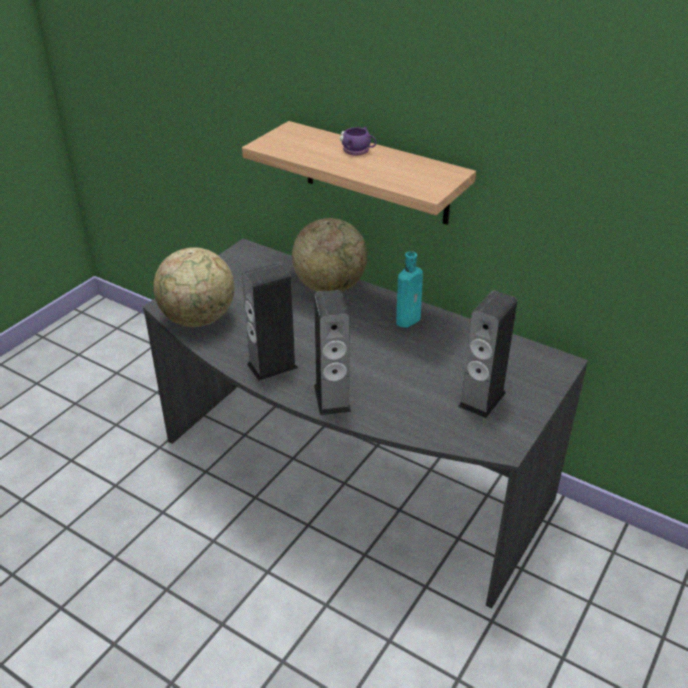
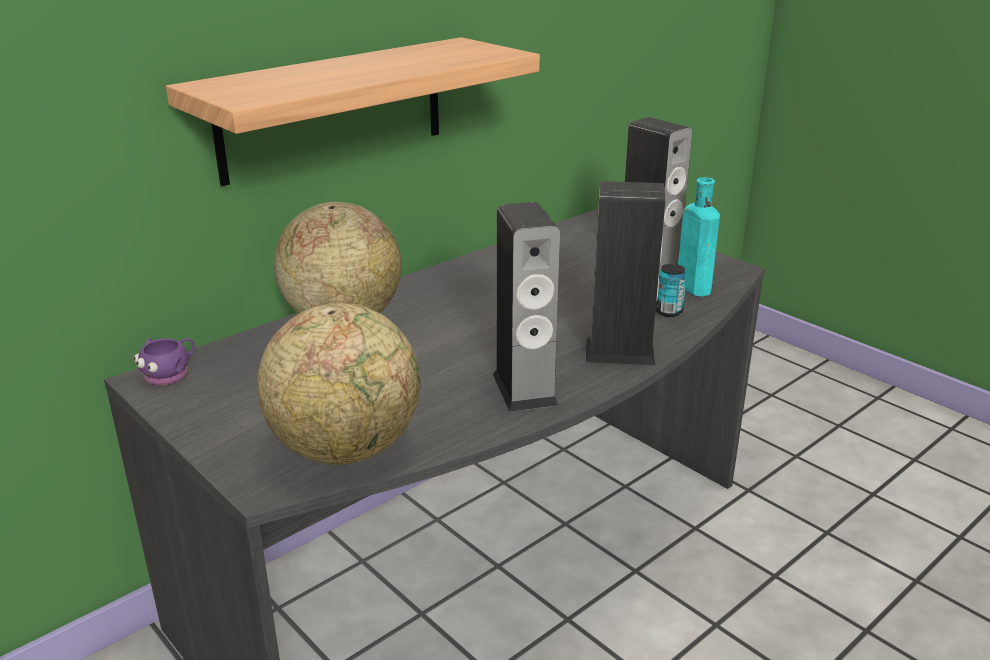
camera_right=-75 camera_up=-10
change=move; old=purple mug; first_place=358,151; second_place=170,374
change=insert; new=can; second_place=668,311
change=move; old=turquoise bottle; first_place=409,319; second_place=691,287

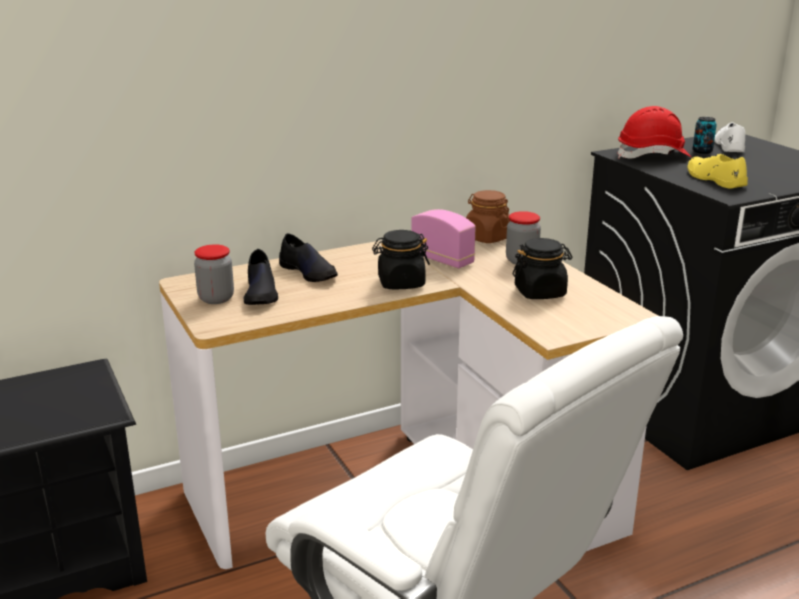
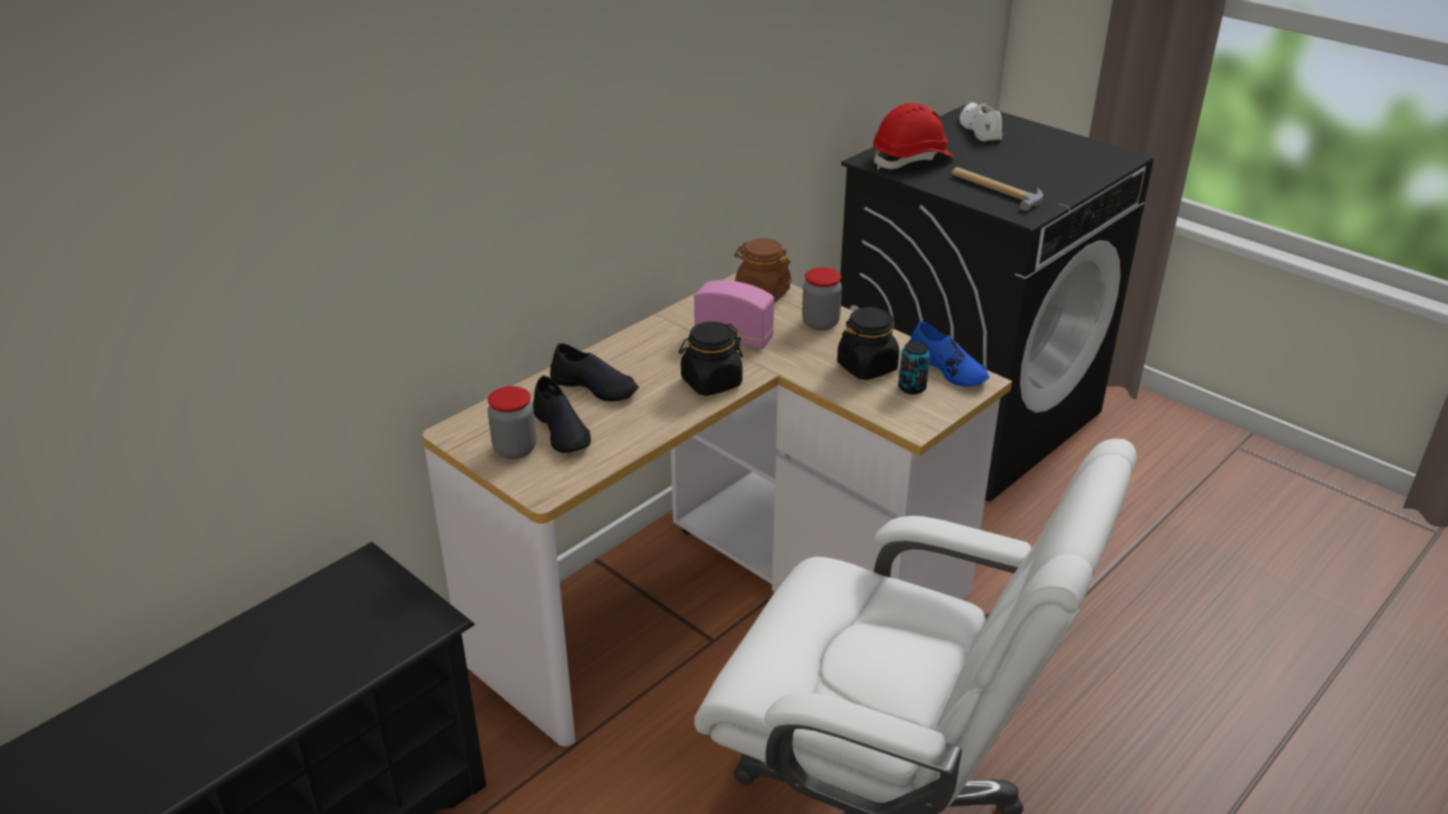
camera_right=-20 camera_up=10
change=move; old=can; first_place=702,151; second_place=912,388
change=insert; new=blue shoe; second_place=947,369
change=replace; old=yellow shoe; new=hammer; first_place=714,179; second_place=996,190

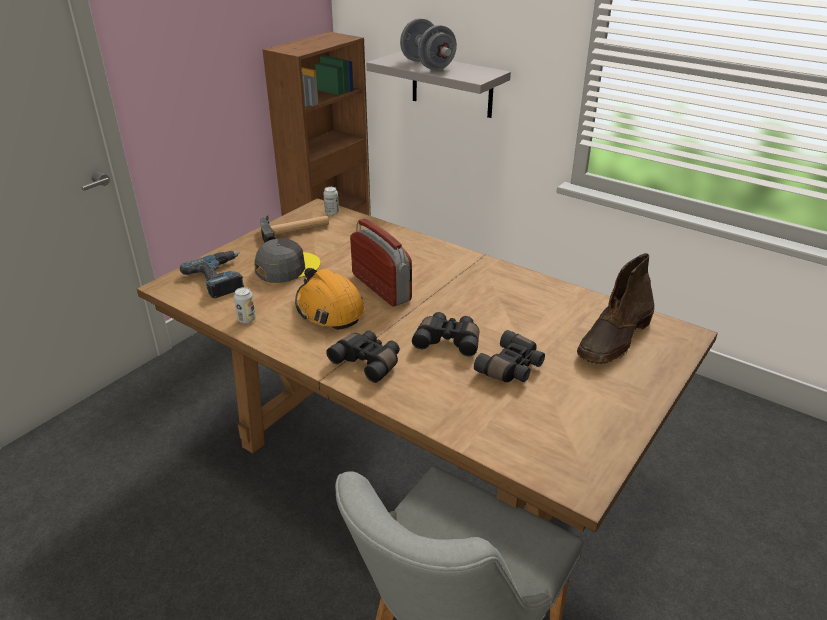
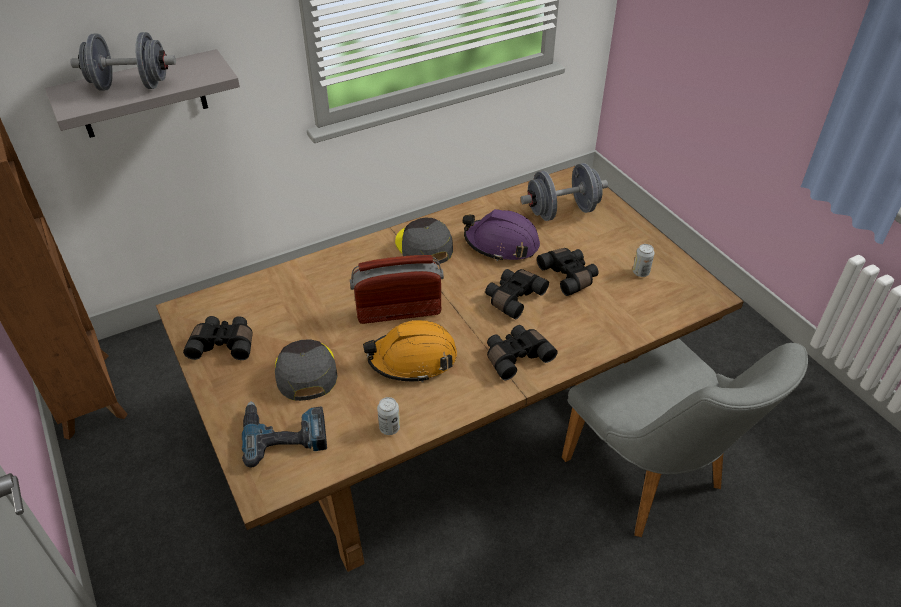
camera_right=-65 camera_up=10
change=replace; old=hammer; new=black binoculars; first_place=295,231; second_place=224,344
change=insert; new=grey cap; second_place=423,246
change=insert; new=purple hard hat; second_place=501,244
change=replace; old=brown boot; new=grey dumbbell; first_place=614,339; second_place=562,211
change=move; old=can; first_place=332,213; second_place=641,272

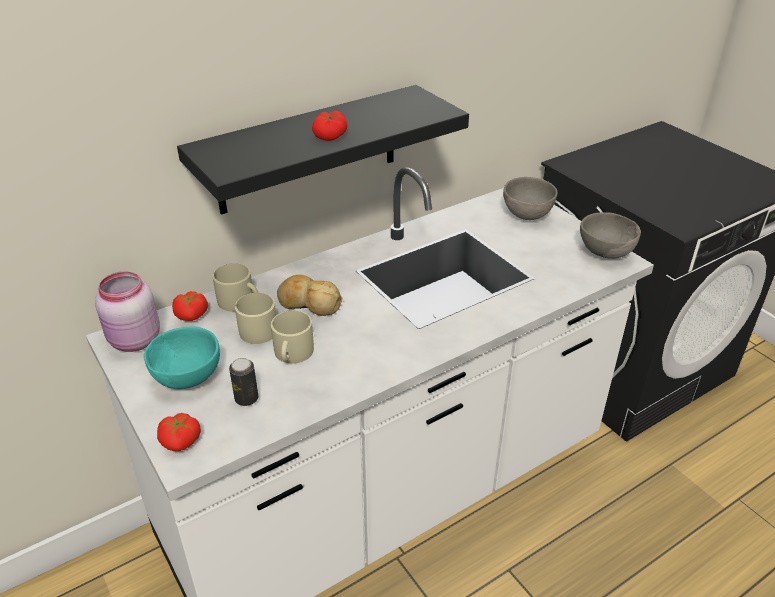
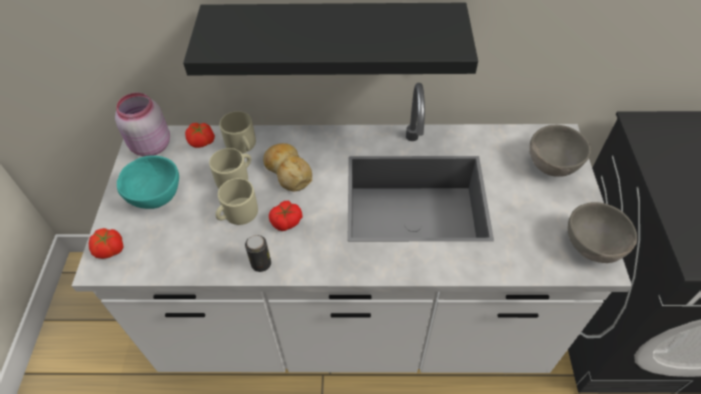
camera_right=35 camera_up=15
change=move; old=can; first_place=246,398; second_place=261,263
change=move; old=tomato; first_place=330,135; second_place=286,221

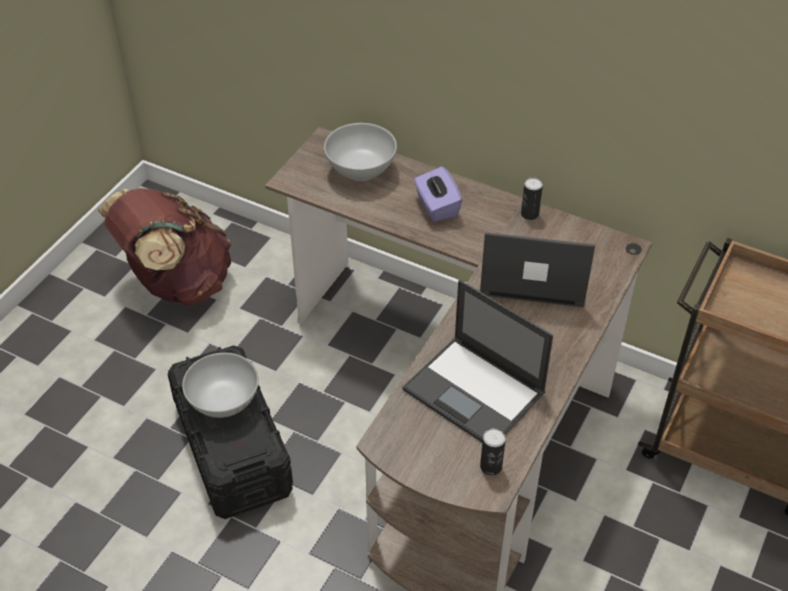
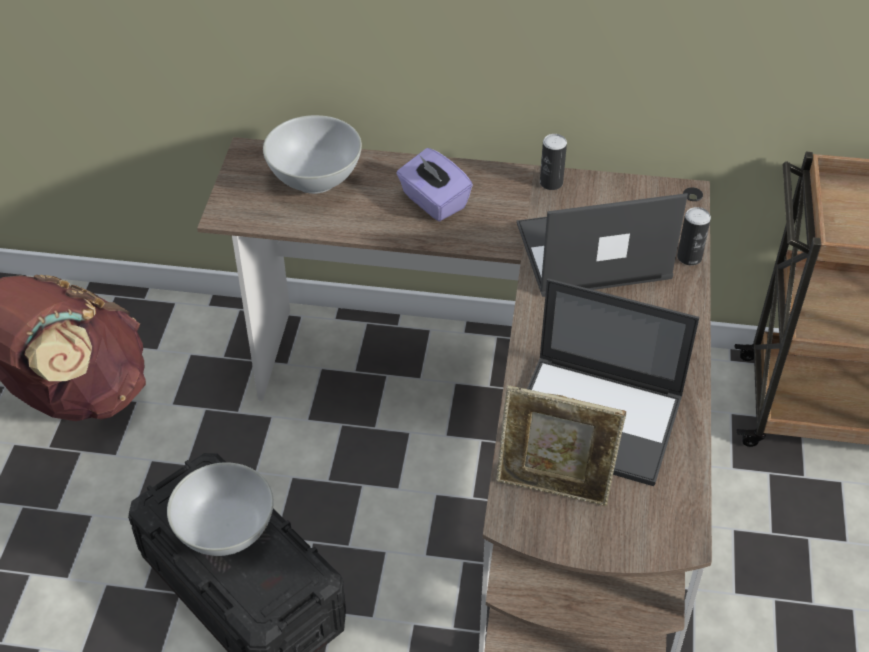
camera_right=-20 camera_up=0
change=insert; new=picture frame; second_place=553,488
change=move; old=can; first_place=491,466; second_place=689,257

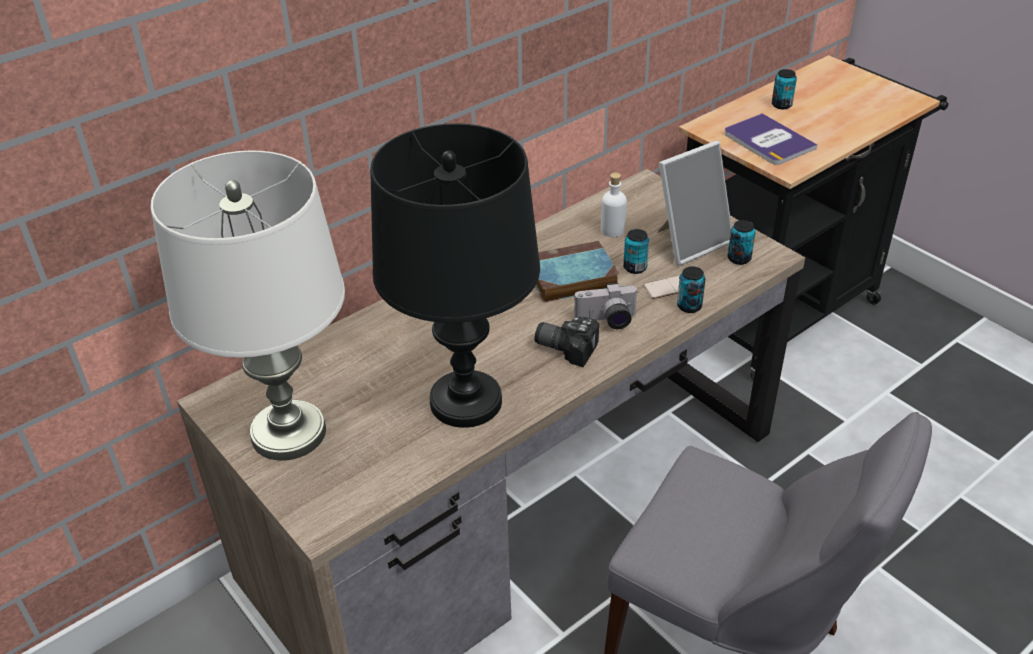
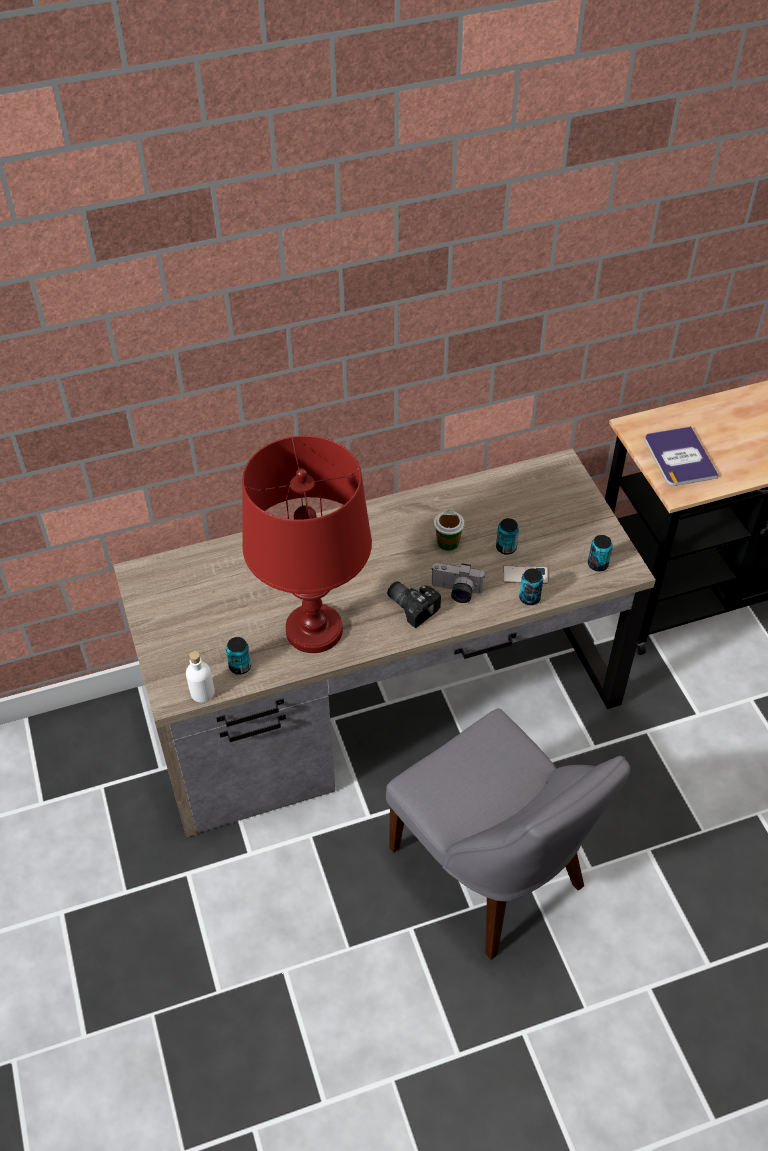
camera_right=20 camera_up=10
change=move; old=white bottle; first_place=612,230; second_place=202,692
change=move; old=can; first_place=781,105; second_place=240,666
change=recolor; old=black table lamp; new=red table lamp; first_place=466,401; second_place=314,630
change=replace; old=book; new=cup; first_place=569,278; second_place=448,542
change=delete; old=white table lamp; first_place=289,433
change=delete; old=picture frame; first_place=690,242

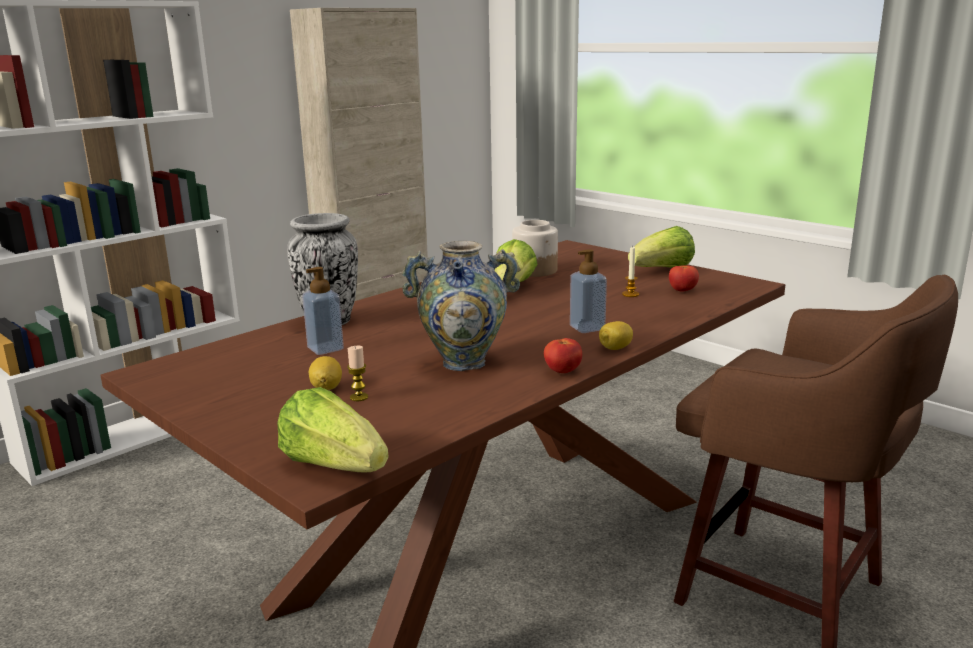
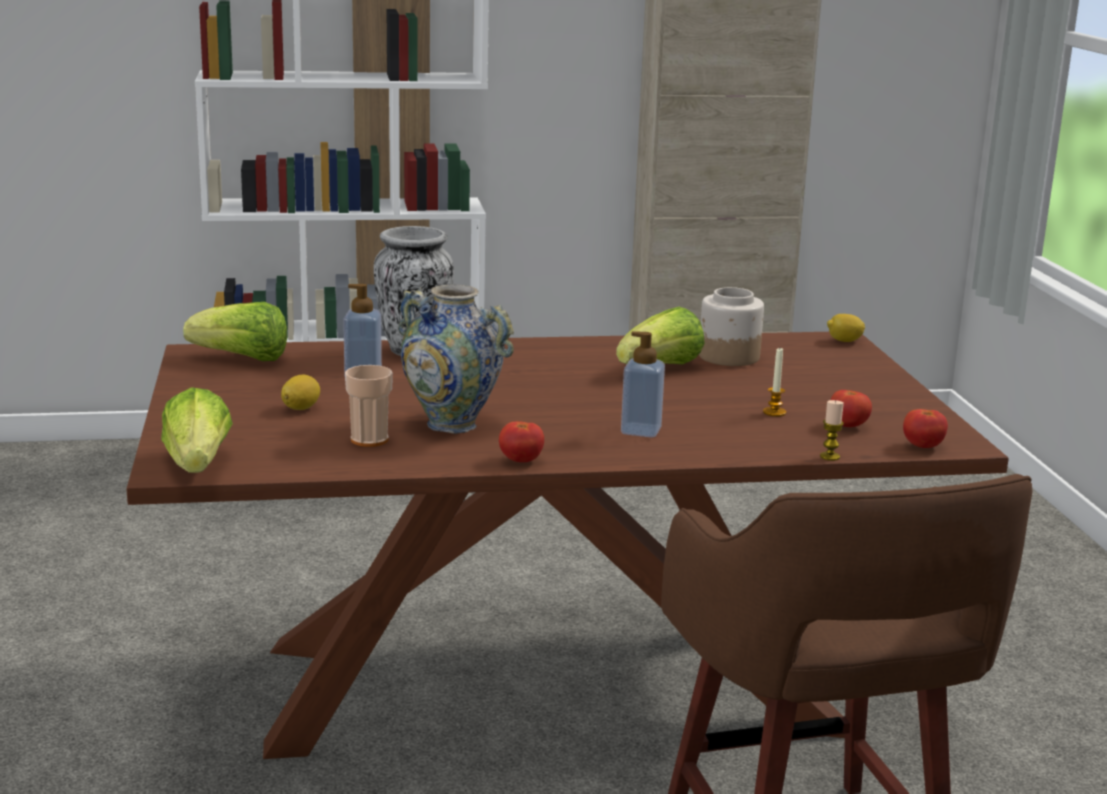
camera_right=35 camera_up=0
change=move; old=lettuce; first_place=662,270; second_place=242,359
change=insert; new=cup; second_place=369,440
change=move; old=candle; first_place=359,397; second_place=829,456
change=move; old=lemon; first_place=615,348; second_place=844,341
change=insert; new=tomato; second_place=922,446

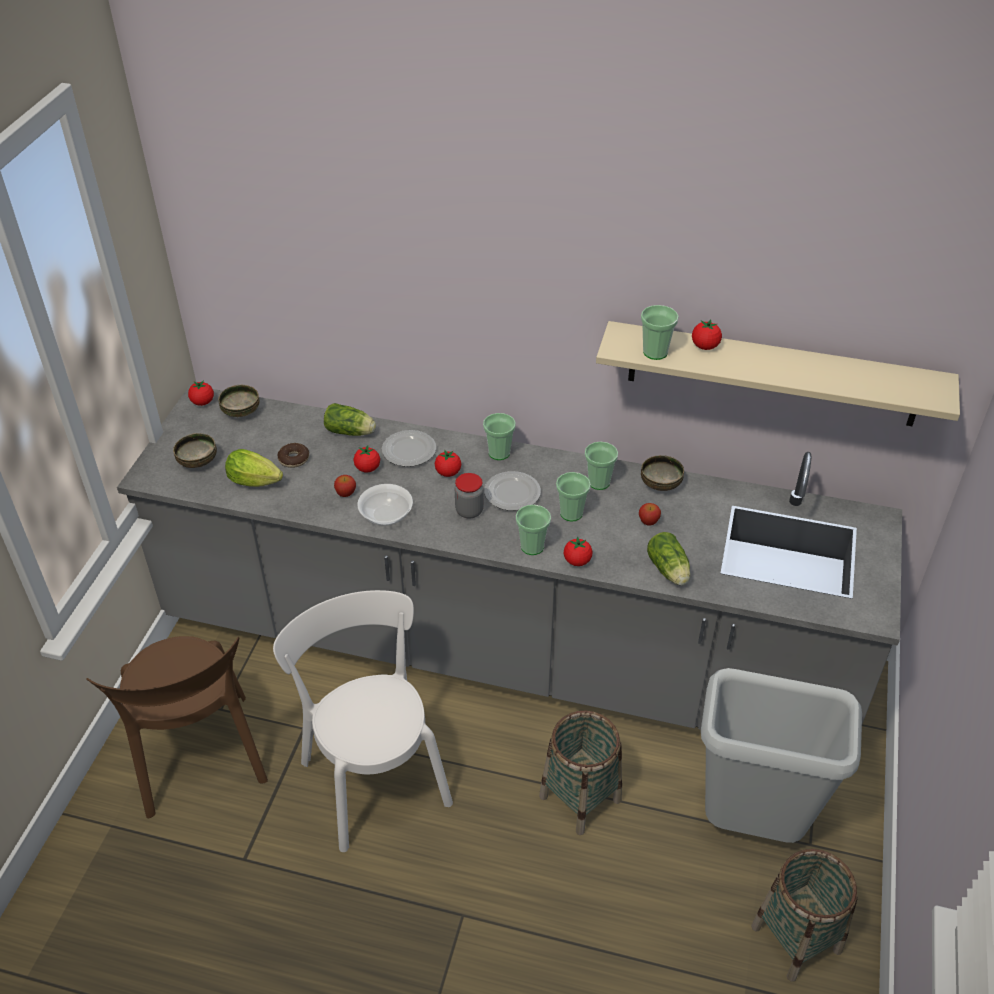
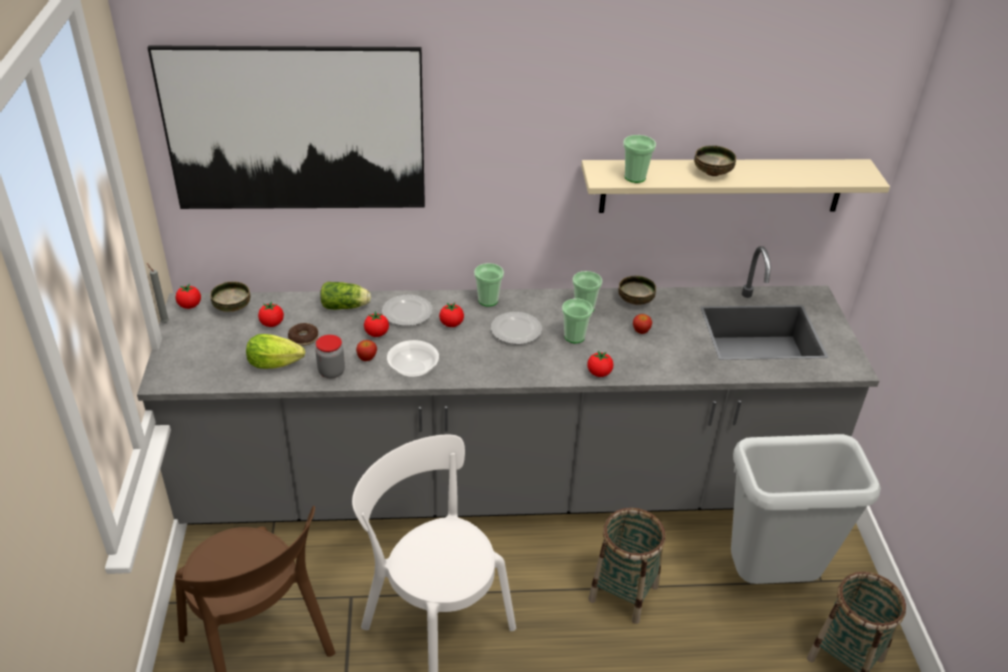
camera_right=-20 camera_up=-5
change=insert; new=grey candle; second_place=164,322
change=insert; new=picture; second_place=295,130
change=move; old=tomato; first_place=705,346; second_place=272,324
change=move; old=jar; first_place=469,511; second_place=331,372
change=move; old=bowl; first_place=198,462; second_place=713,173
change=delete; old=cup; first_place=532,546
change=delete; old=lettuce; first_place=669,571

